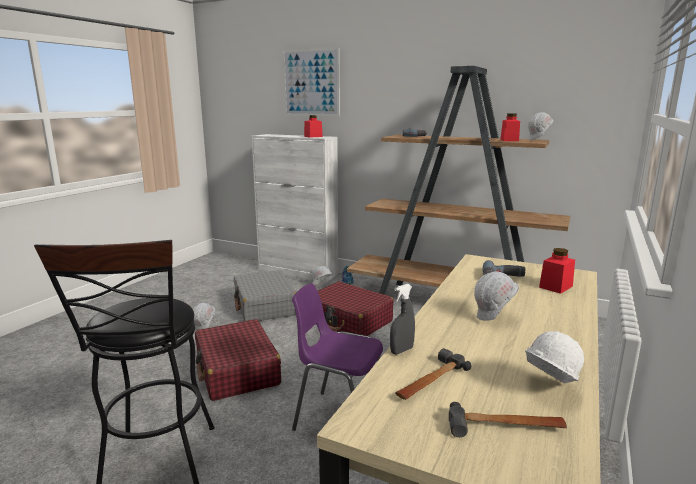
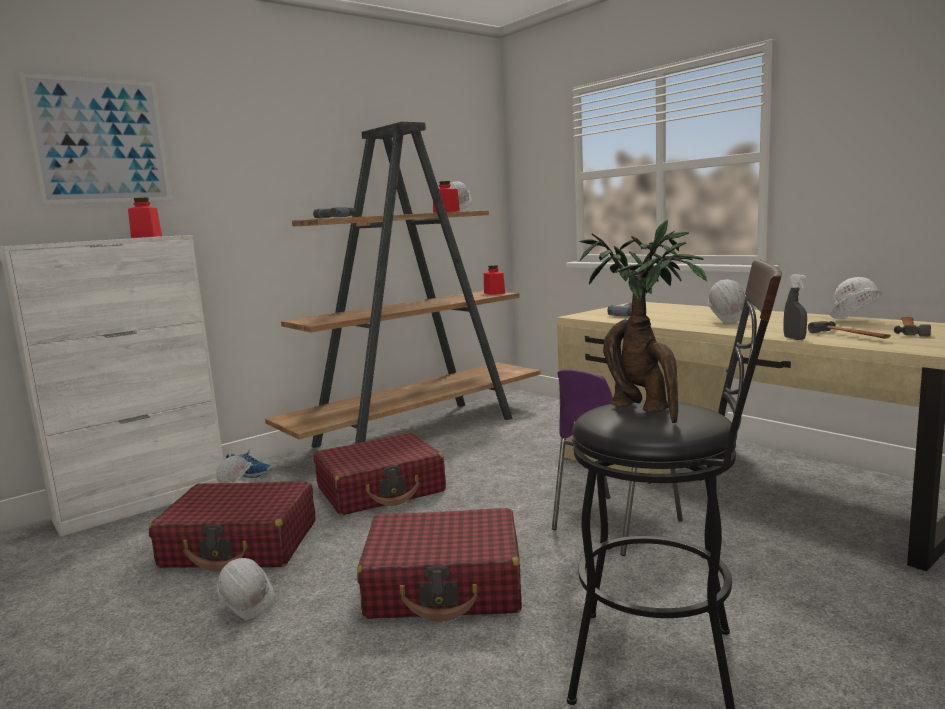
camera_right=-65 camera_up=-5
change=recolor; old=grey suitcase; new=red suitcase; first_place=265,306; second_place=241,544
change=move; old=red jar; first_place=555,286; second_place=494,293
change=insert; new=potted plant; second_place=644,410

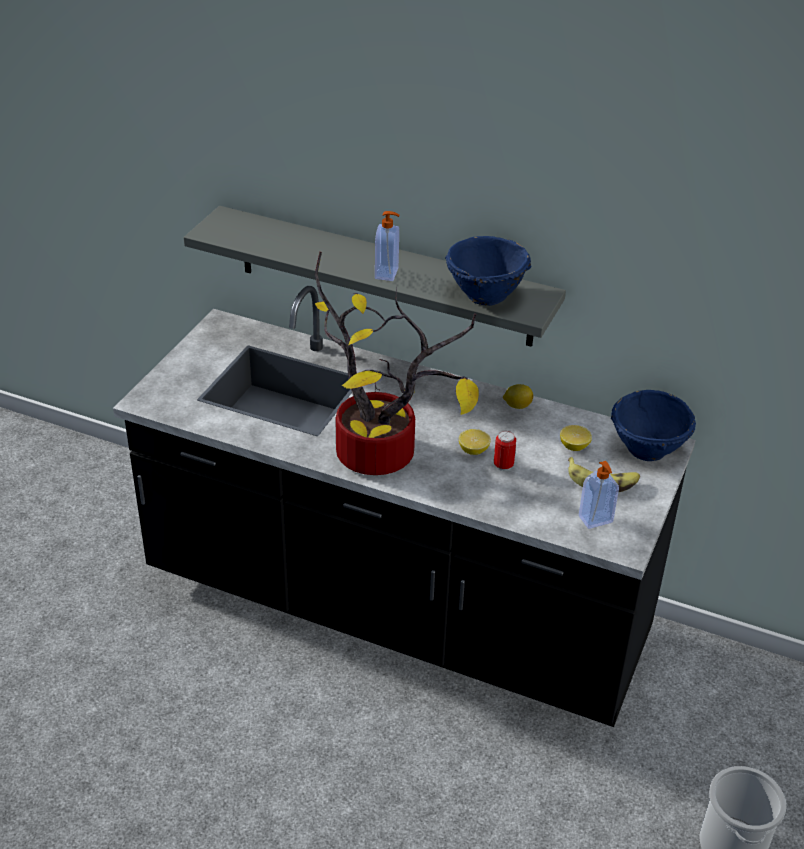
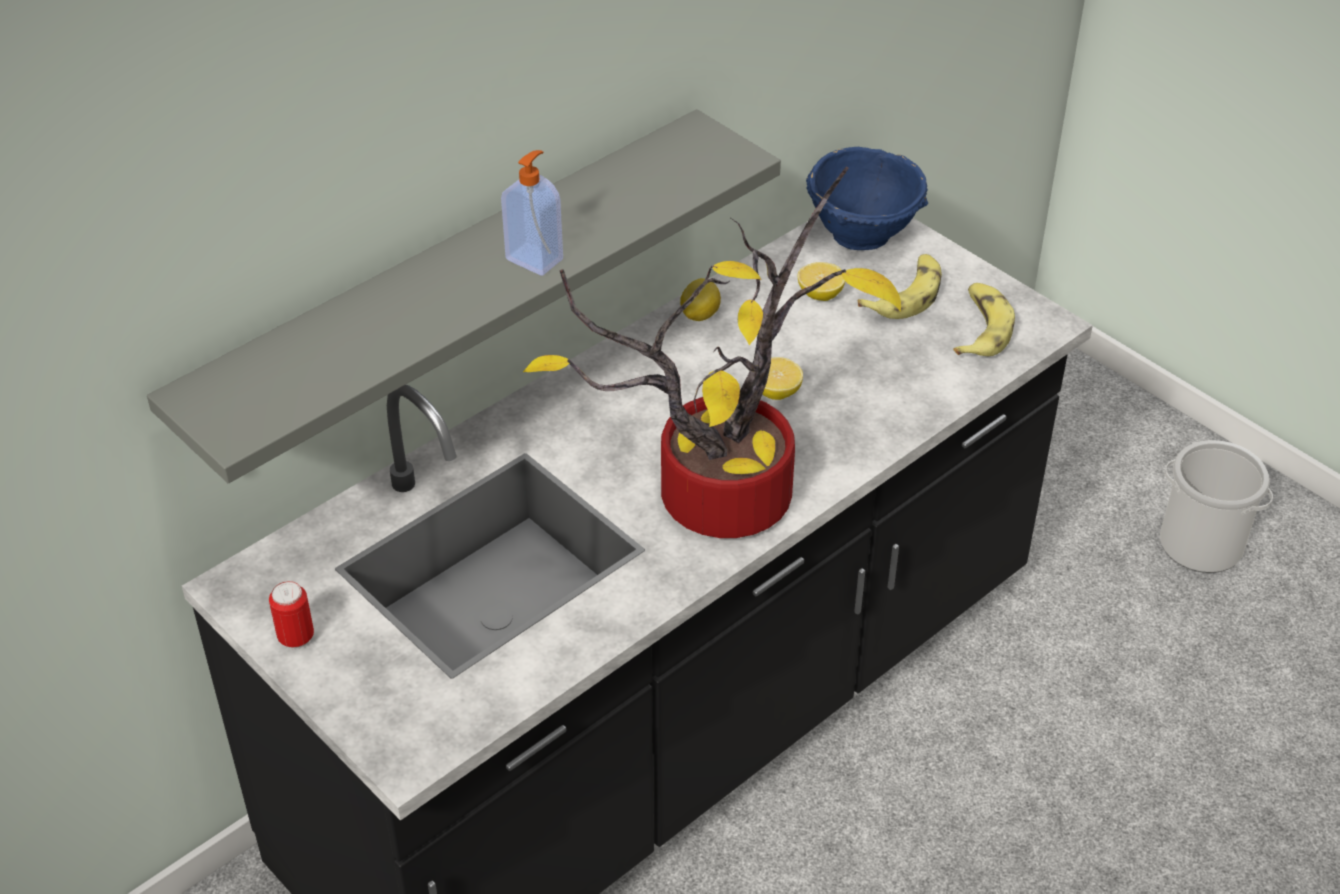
camera_right=-65 camera_up=5
change=move; old=can; first_place=503,465; second_place=296,638
change=replace; old=soap dispenser; new=banana; first_place=596,520; second_place=980,329
change=delete; old=blue bowl; first_place=485,295

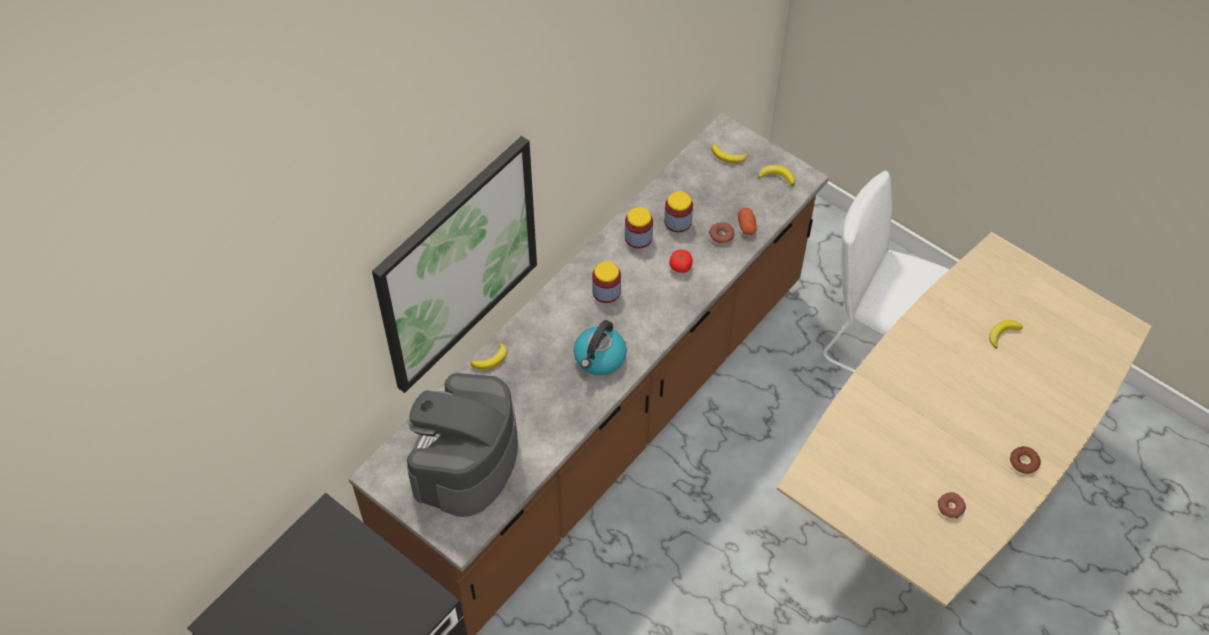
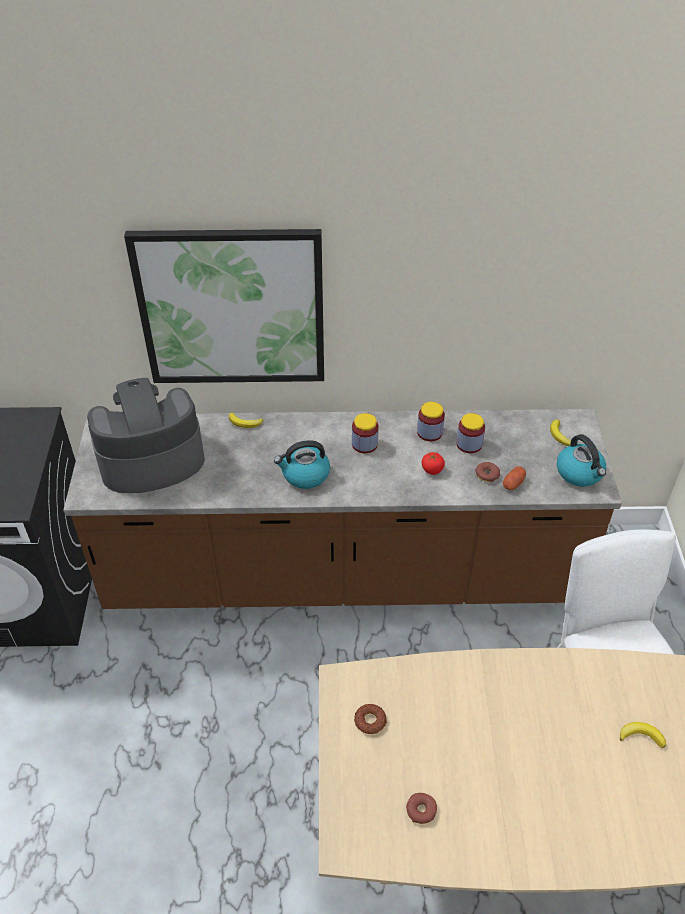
camera_right=50 camera_up=-10
change=move; old=donut; first_place=1024,462; second_place=370,721
change=replace; old=banana; new=kettle; first_place=777,176; second_place=580,473

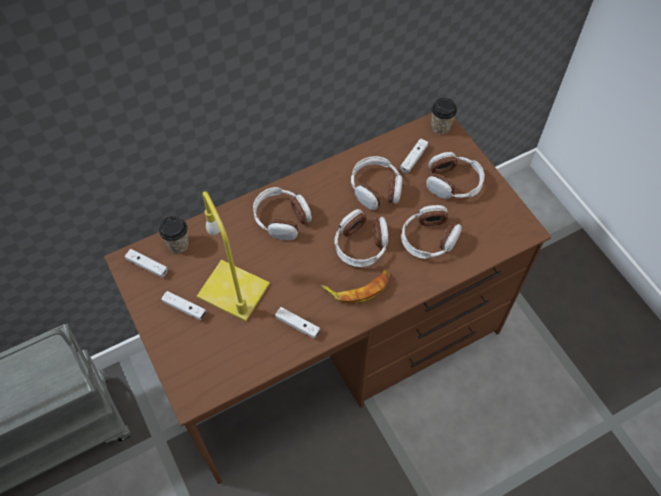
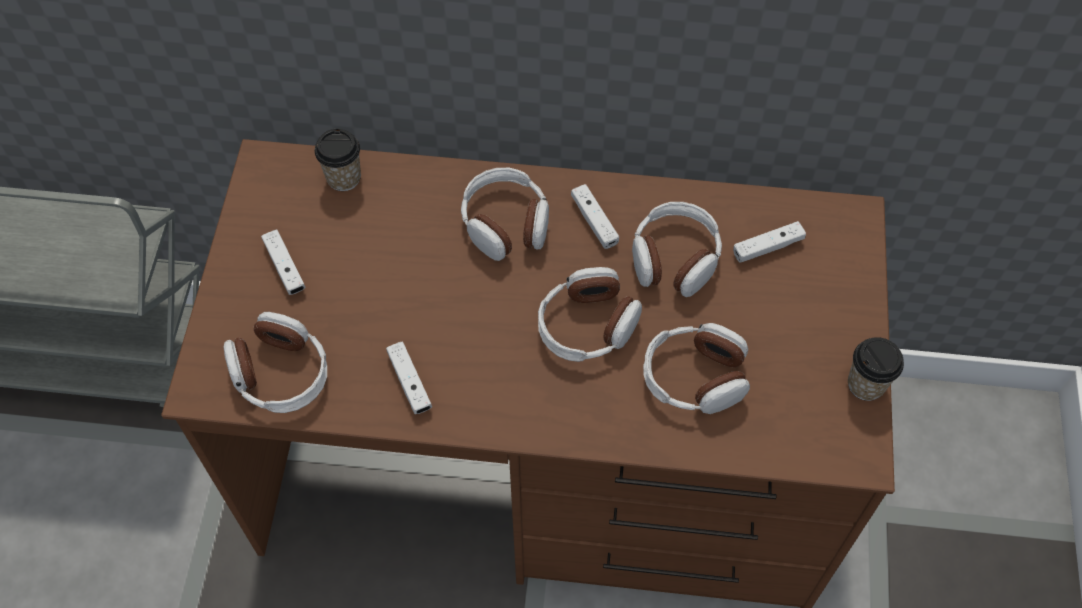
camera_right=35 camera_up=0
change=move; old=headphones; first_place=453,183; second_place=280,373
change=move; old=white game controller; first_place=147,266; second_place=594,221
change=move; old=cup; first_place=440,127; second_place=866,384
change=delete; old=yellow table lamp; first_place=235,290
change=delete; old=banana; first_place=358,288

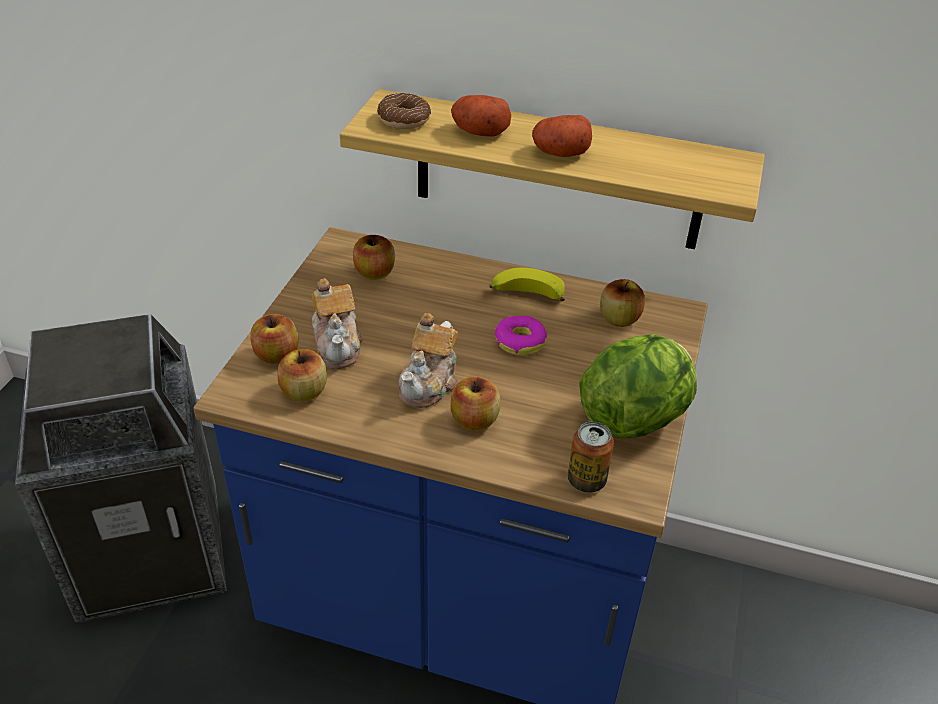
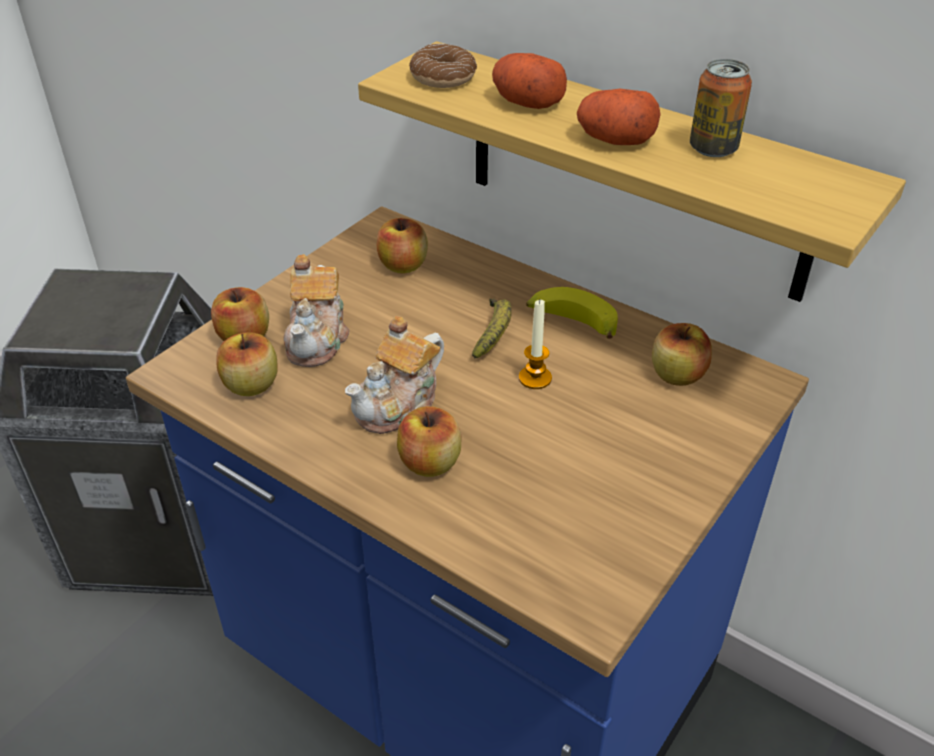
camera_right=20 camera_up=0
change=insert; new=banana; second_place=494,334
change=replace; old=donut; new=candle; first_place=520,342; second_place=535,378
change=move; old=can; first_place=586,480; second_place=713,148
change=delete; old=lettuce; first_place=635,417

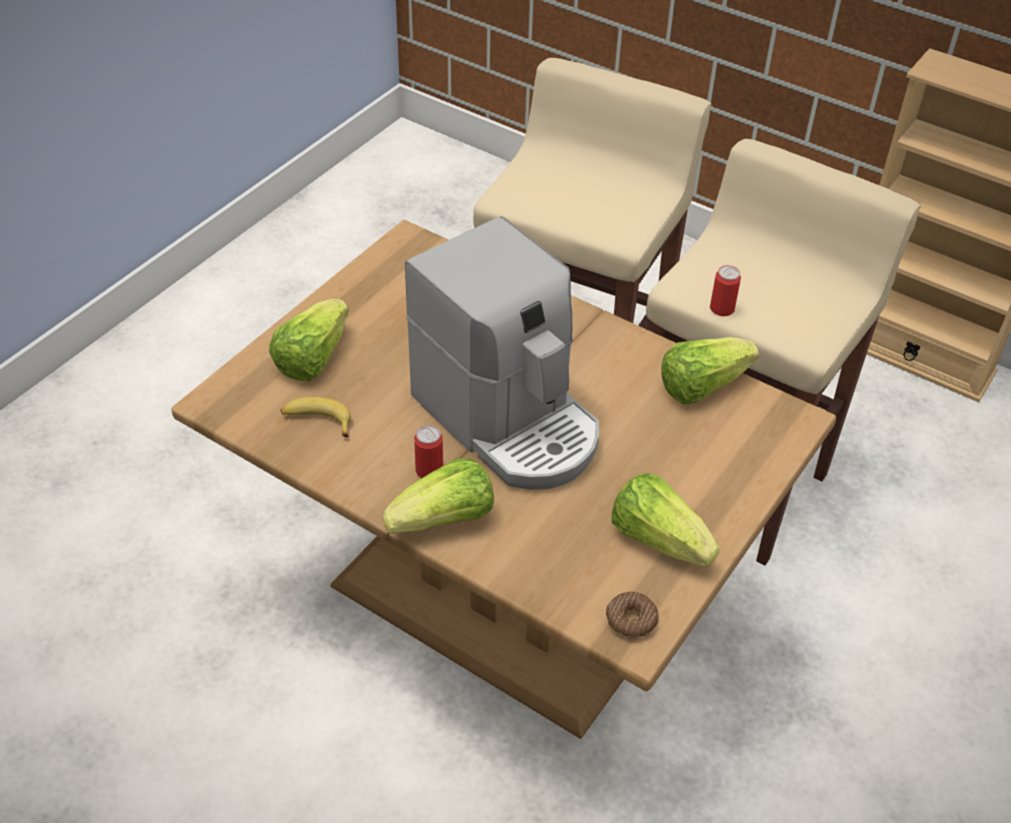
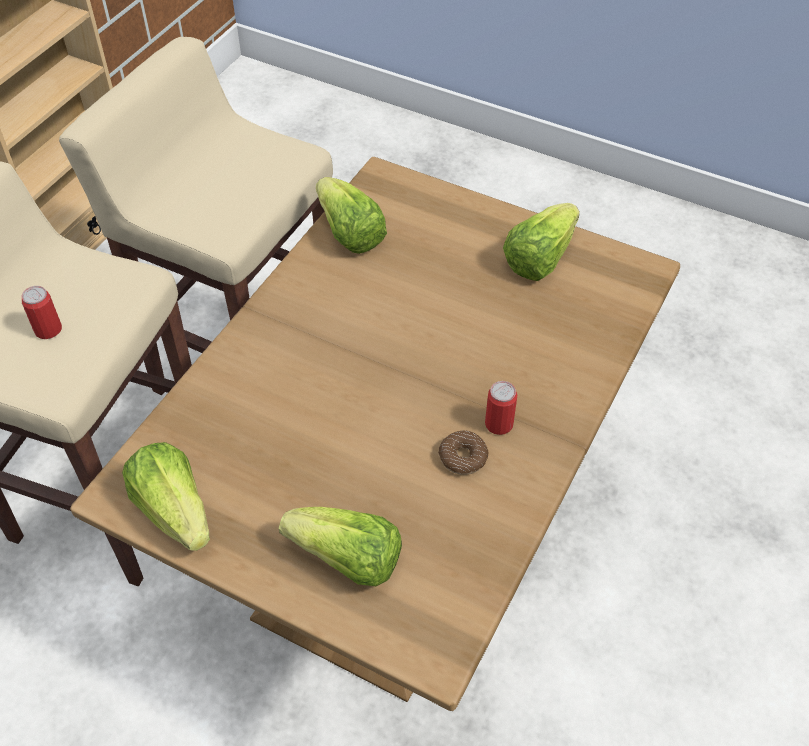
camera_right=-95 camera_up=5
change=move; old=can; first_place=722,309; second_place=48,330
change=move; old=lettuce; first_place=445,520; second_place=174,510
change=move; old=donut; first_place=631,620; second_place=462,457
change=delete; old=banana; first_place=317,421
change=delete; old=coffee machine; first_place=509,421

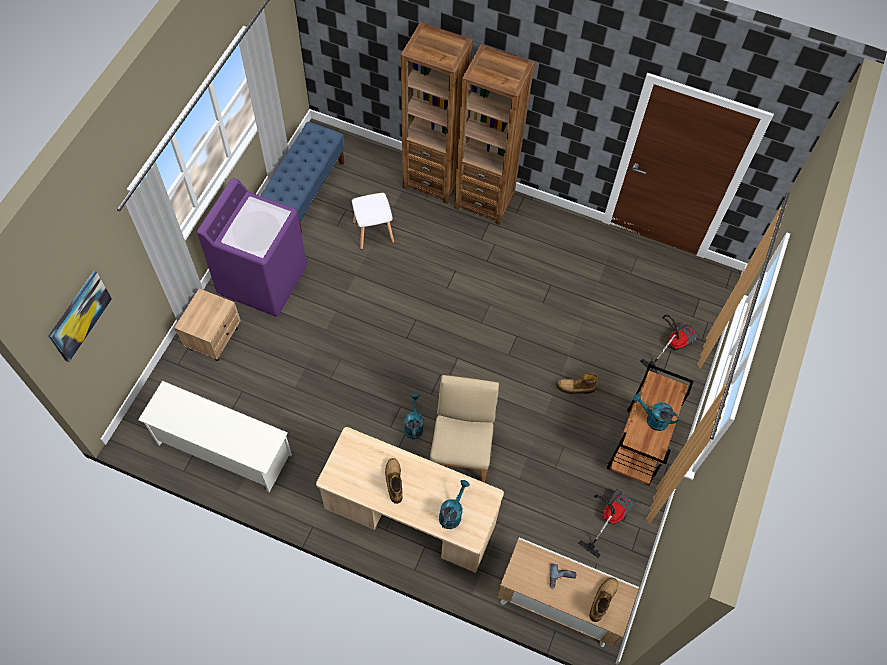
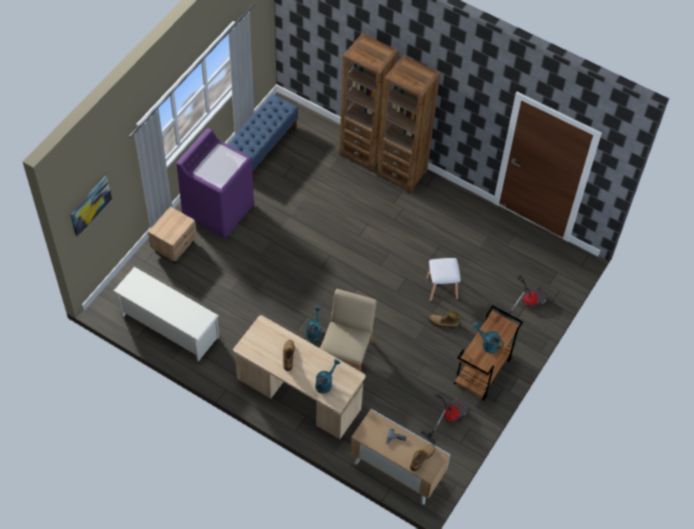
camera_right=10 camera_up=-5
change=move; old=white stool; first_place=374,232; second_place=442,288

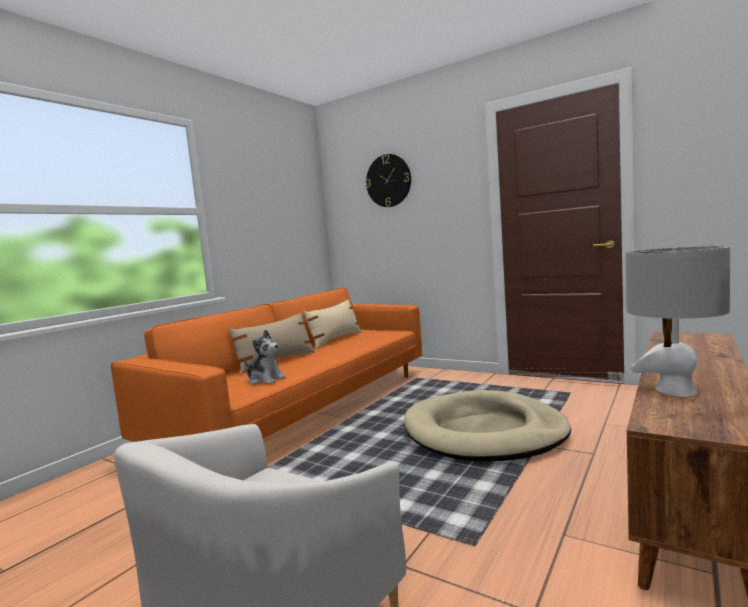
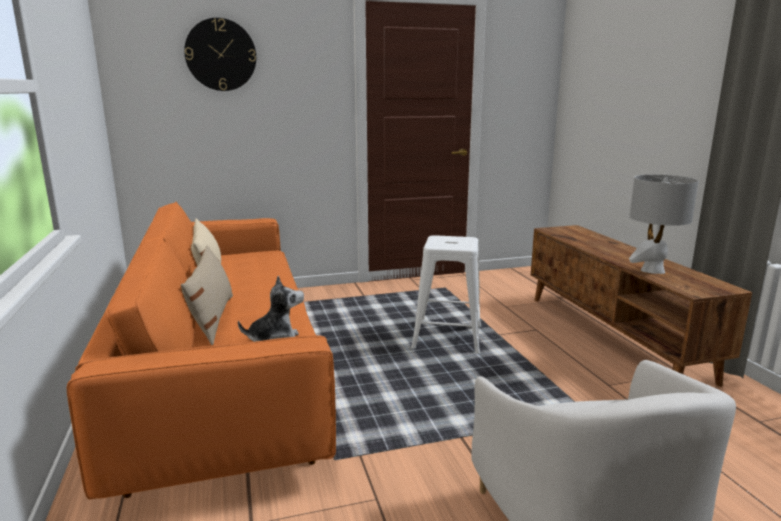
camera_right=-50 camera_up=10
change=replace; old=beige dog bed; new=white stool; first_place=484,432; second_place=447,337

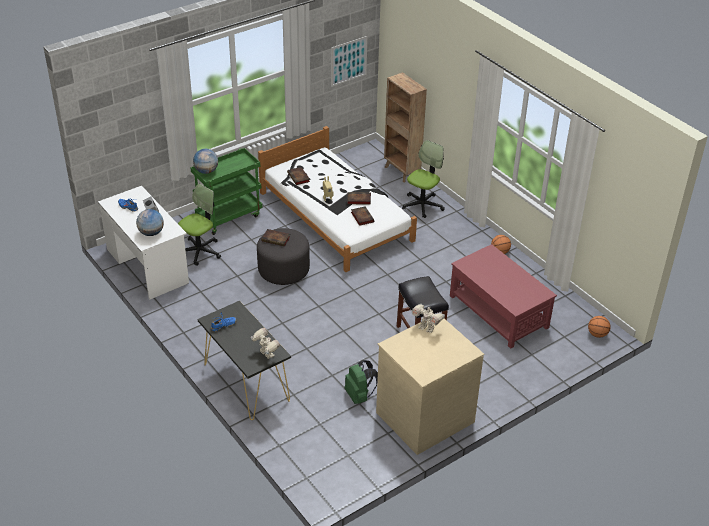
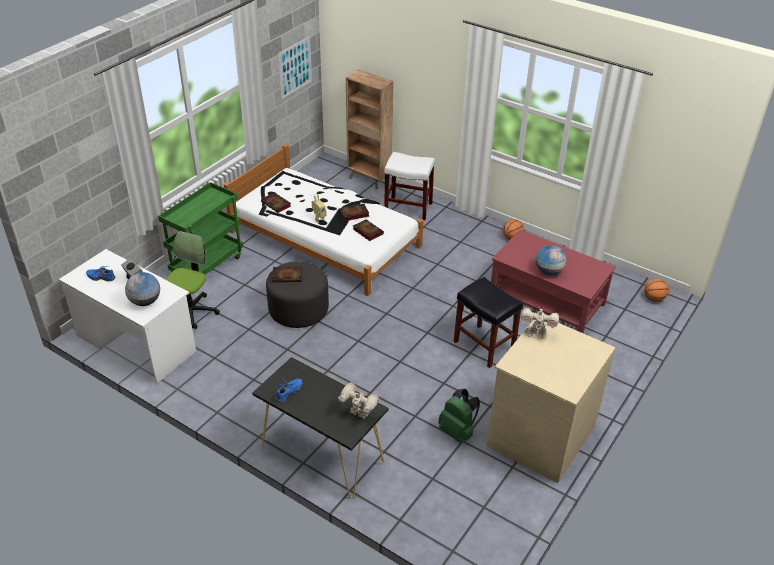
camera_right=-20 camera_up=0
change=replace; old=office chair; new=white stool; first_place=422,205; second_place=409,208
change=move; old=globe; first_place=206,171; second_place=548,272

